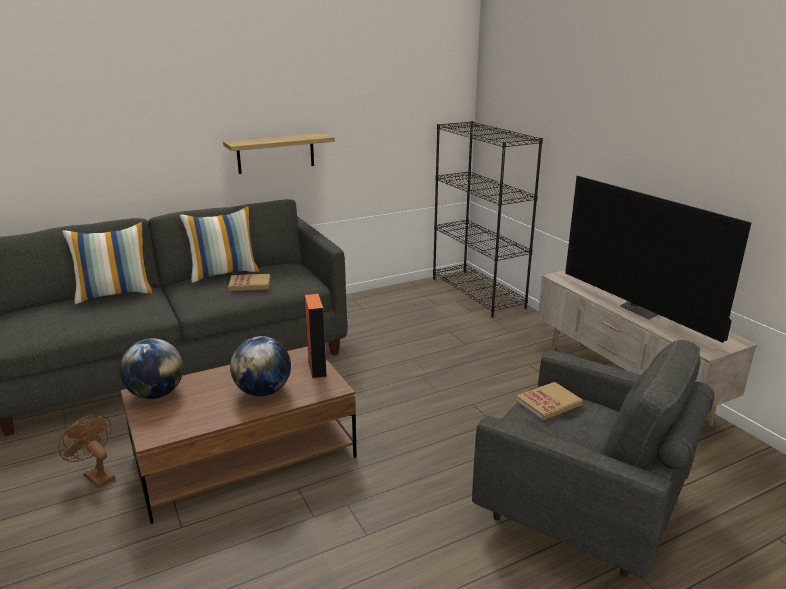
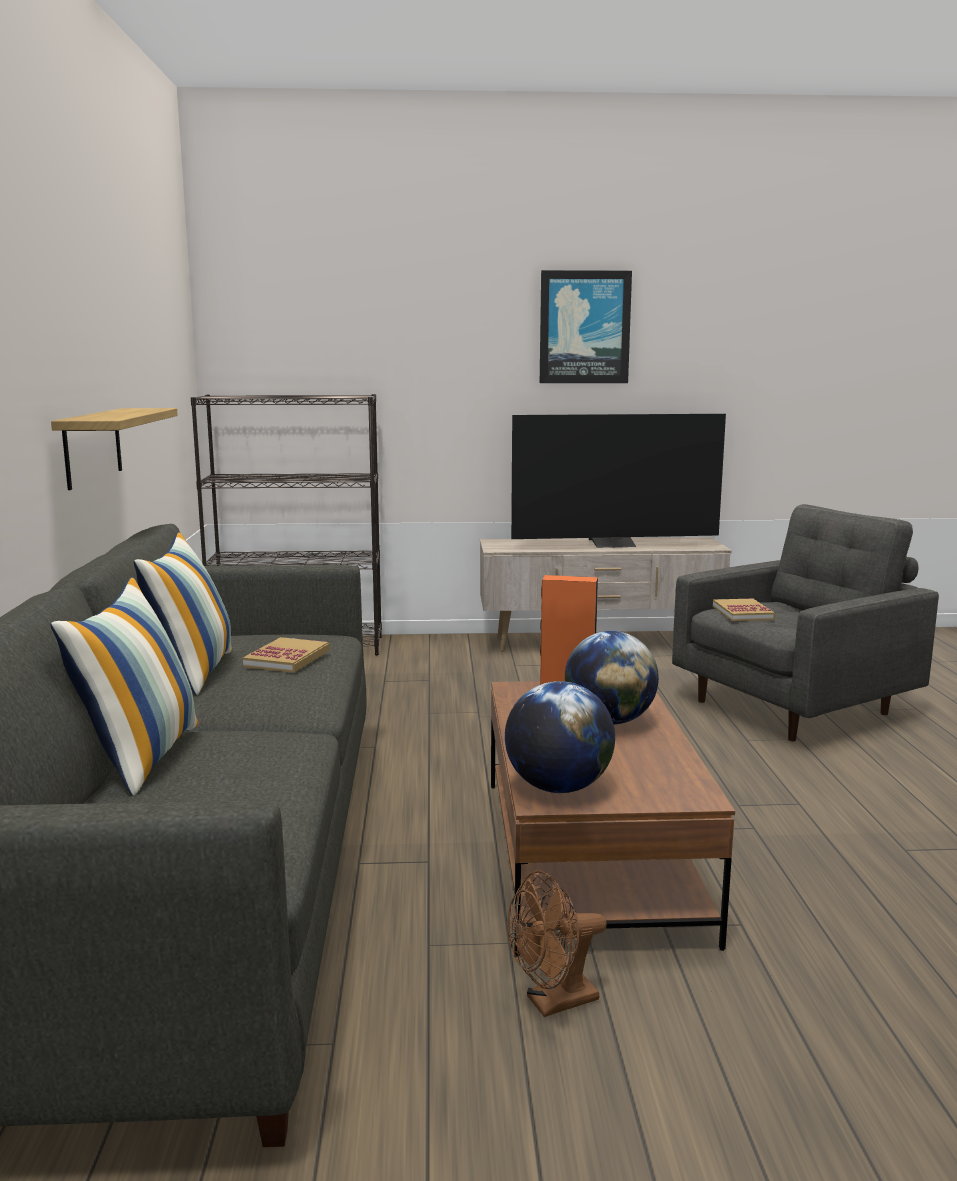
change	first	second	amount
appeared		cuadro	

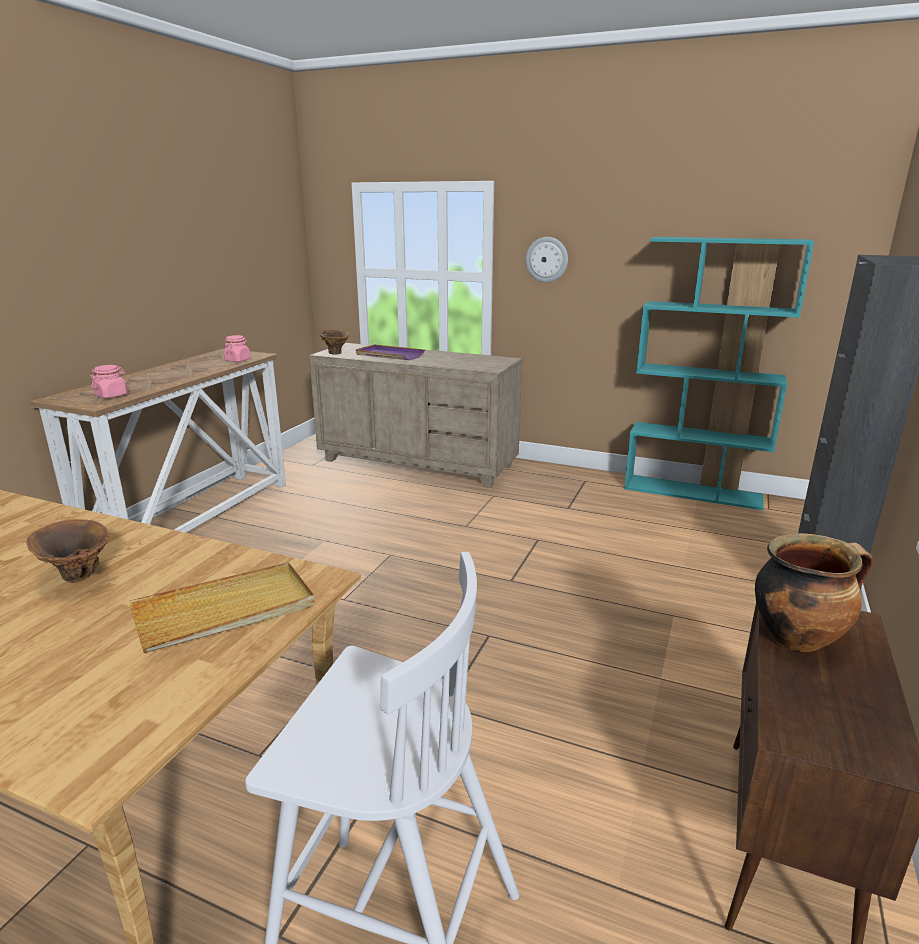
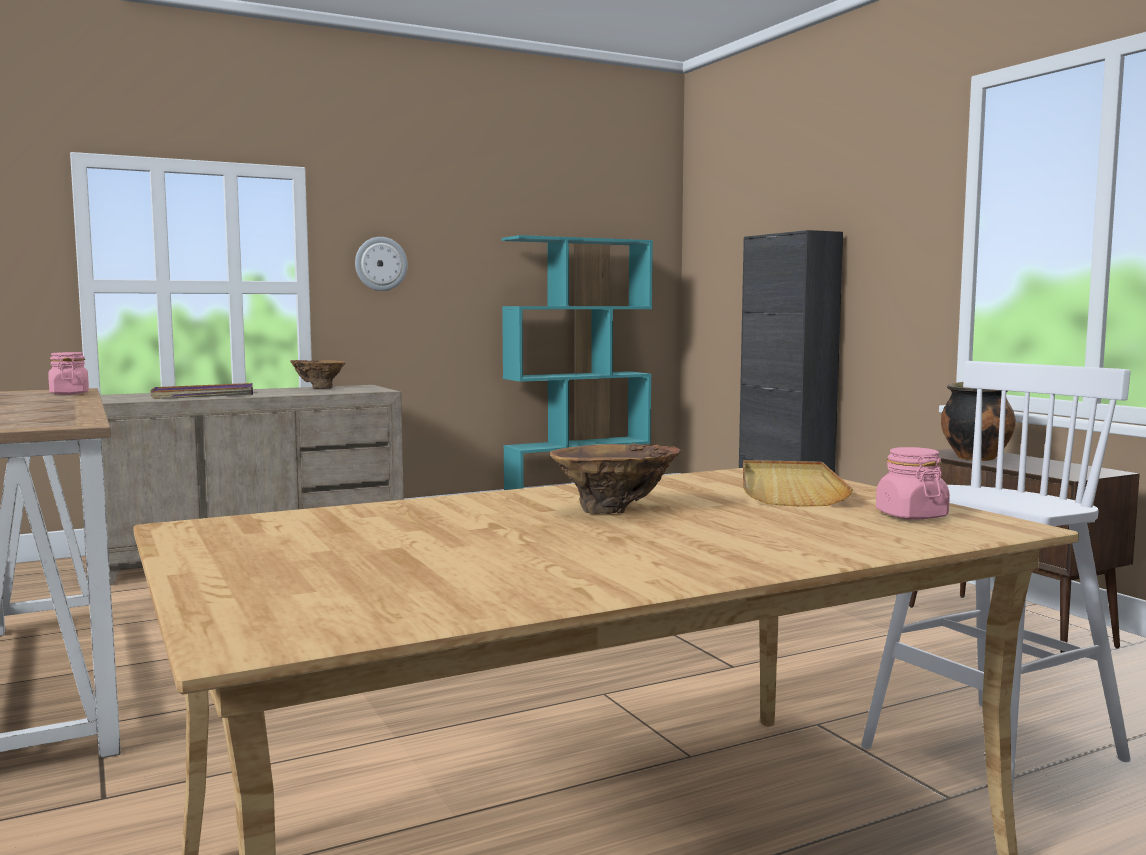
change	first	second	amount
relocated	tarro [rosa] (no. 1 from left in the first image)	tarro [rosa] (no. 2 from left)	
relocated	florero [marrón] (no. 2 from left in the first image)	florero [marrón] (no. 1 from left)	

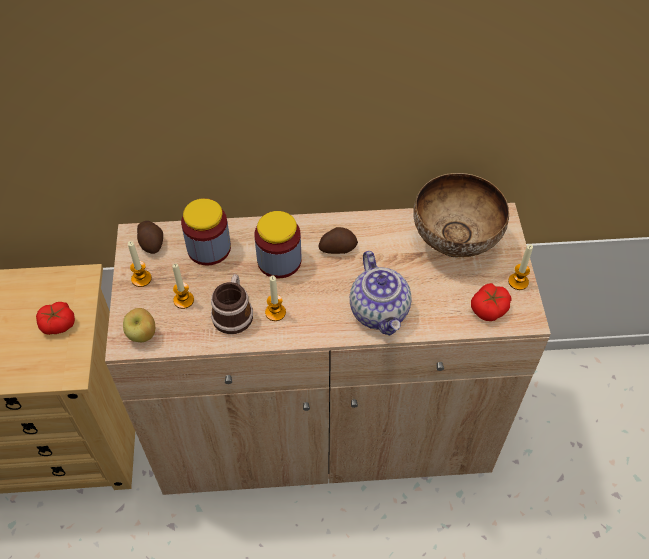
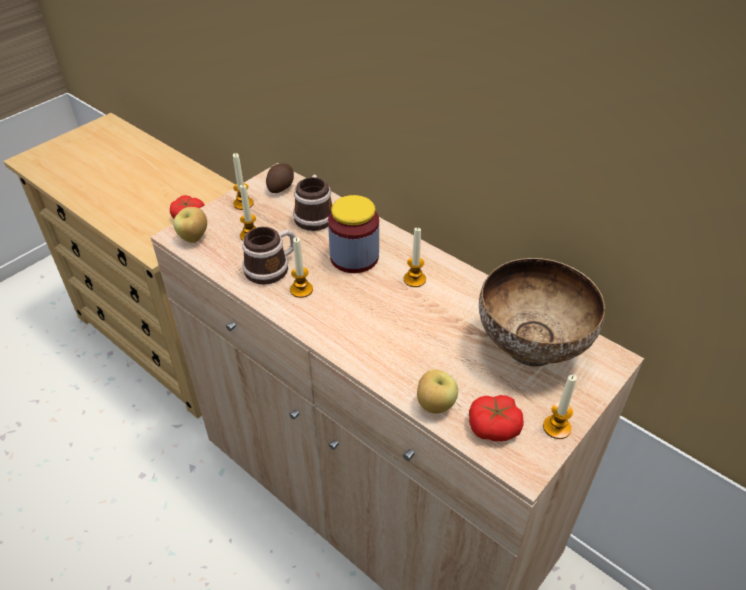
change	first	second	amount
exchanged	tarro (no. 1 from left)	taza grande (no. 2 from left)	
exchanged	patata (no. 2 from left)	vela (no. 4 from left)	
missing	tetera		
appeared		manzana (no. 2 from left)	

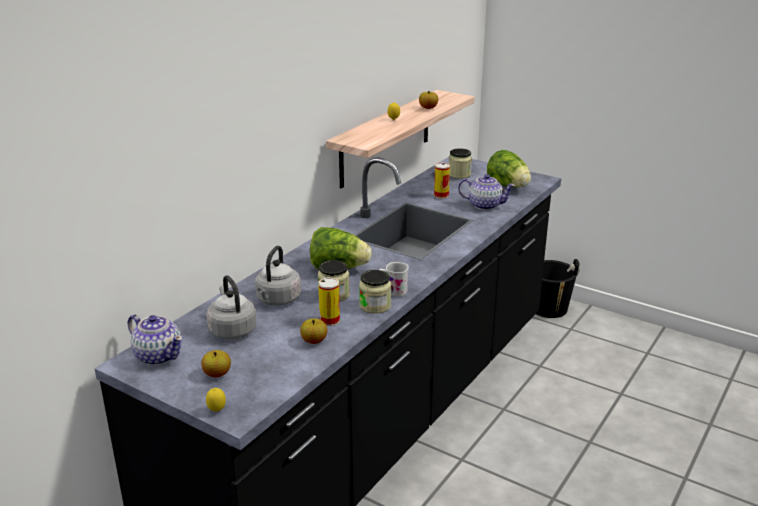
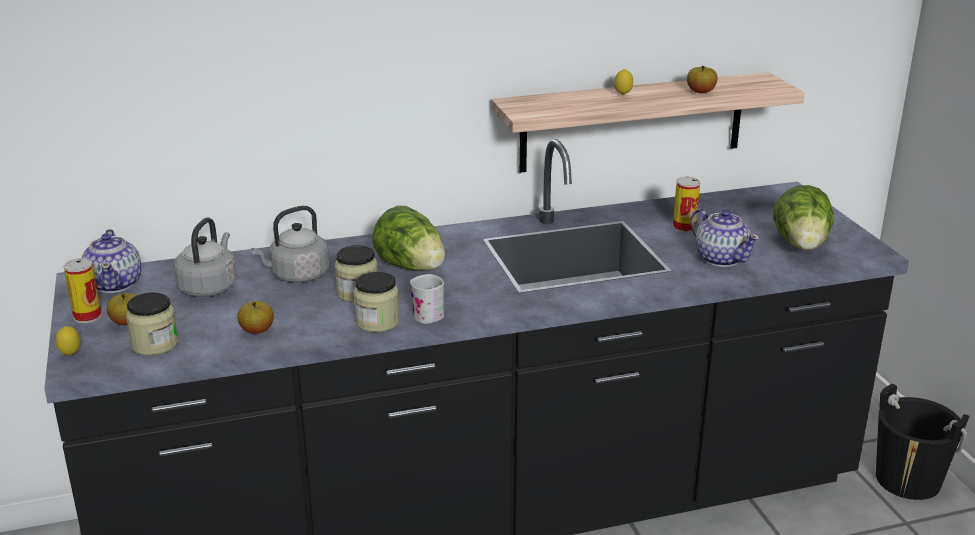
change	first	second	amount
relocated	lata (no. 1 from left)		
relocated	tarro (no. 3 from left in the first image)	tarro (no. 1 from left)	

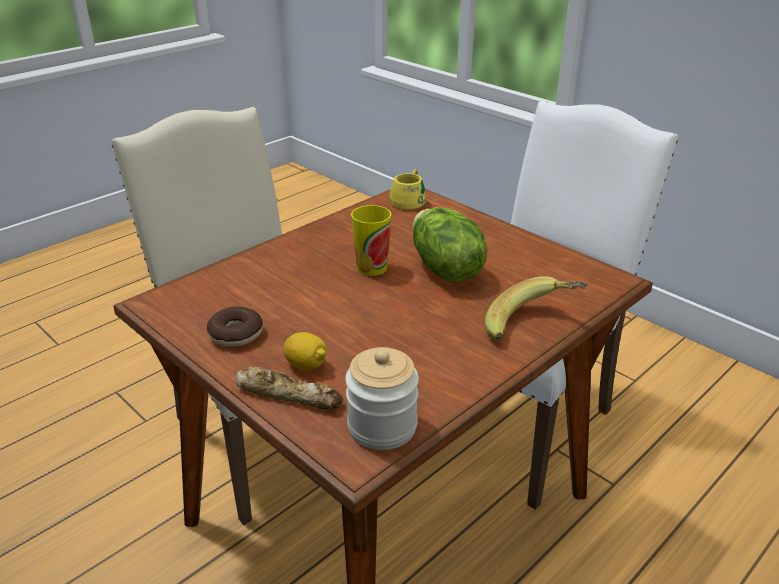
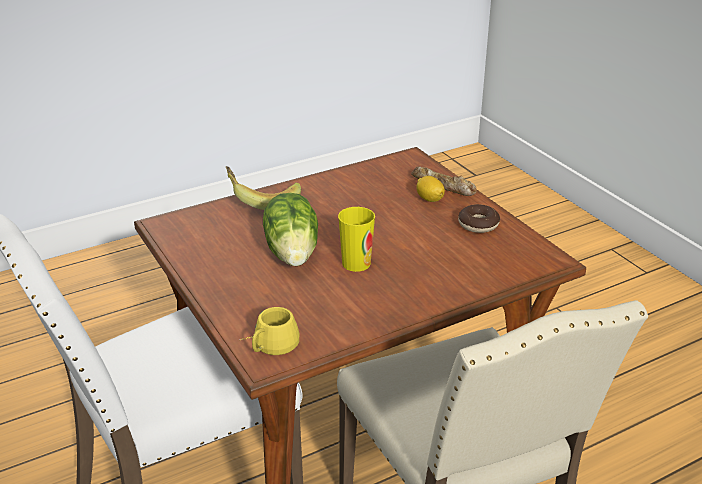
change	first	second	amount
missing	tarro		

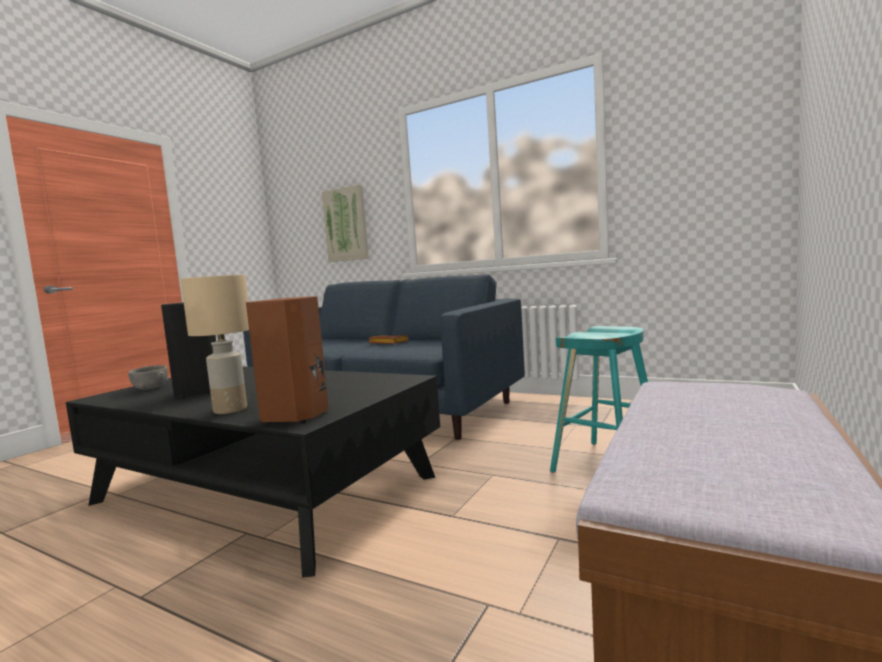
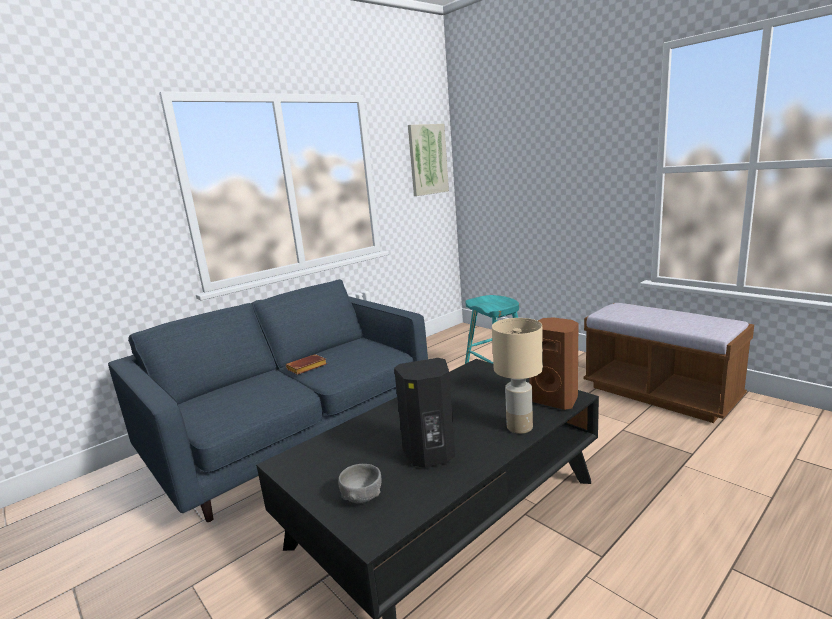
change	first	second	amount
relocated	cuadro		

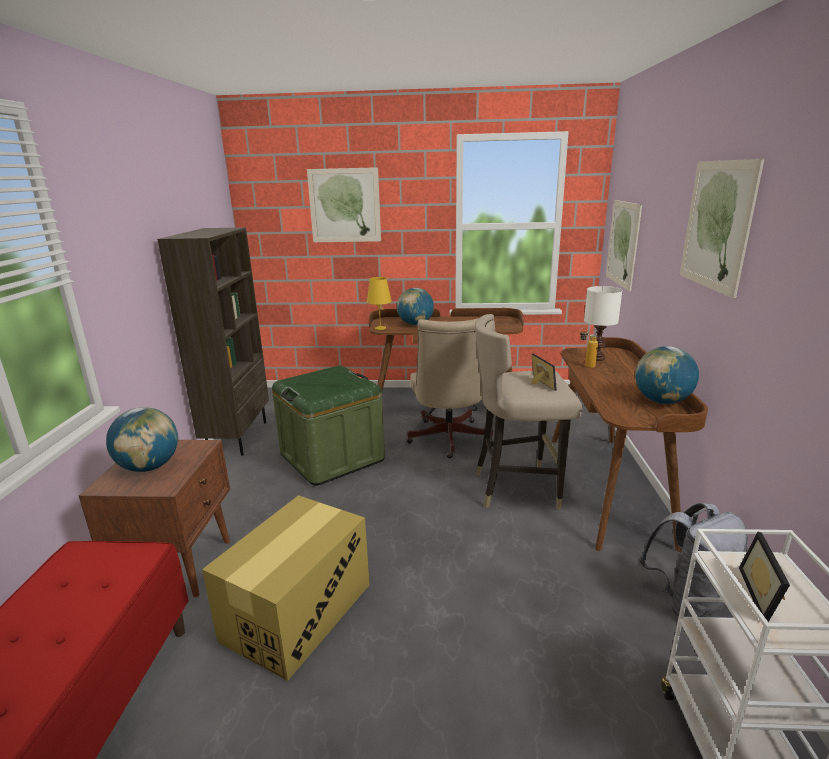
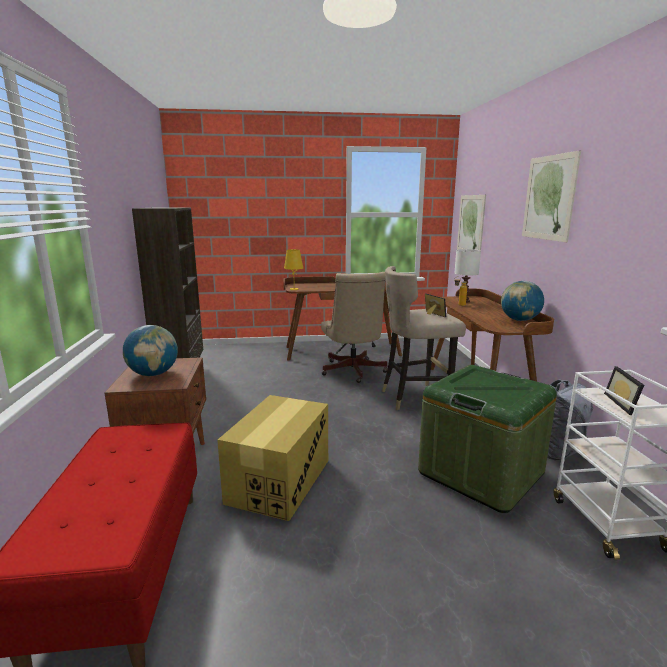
change	first	second	amount
relocated	caja de almacenaje [verde]		
missing	cuadro (no. 1 from left)		
missing	globo terráqueo (no. 2 from left)		

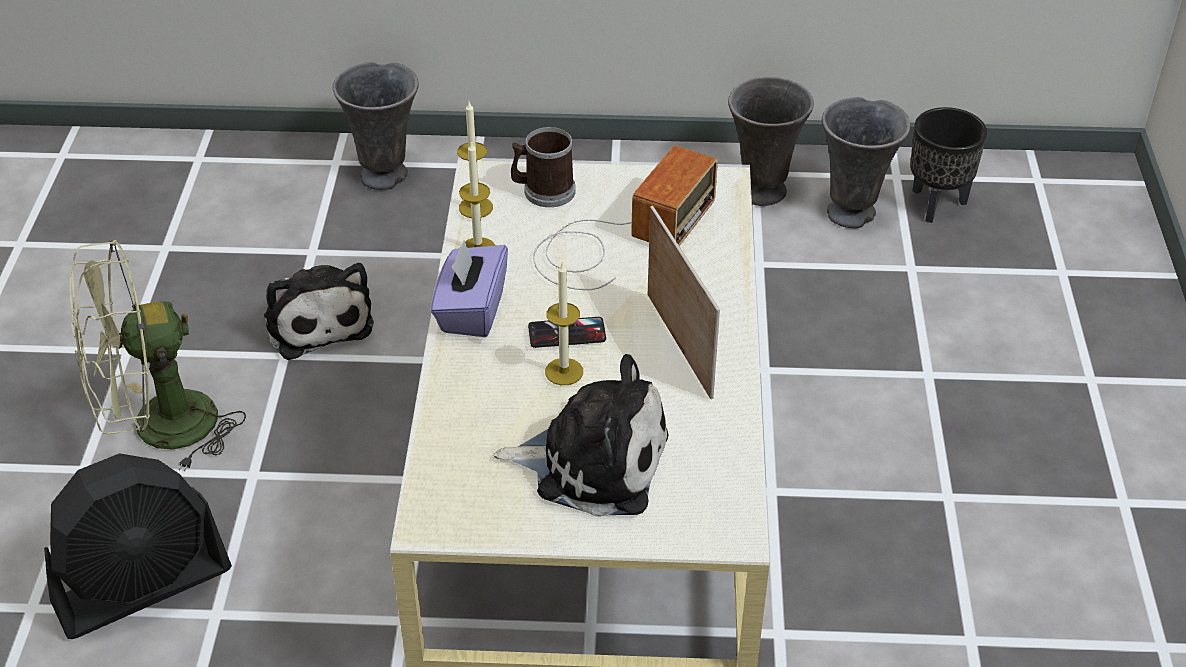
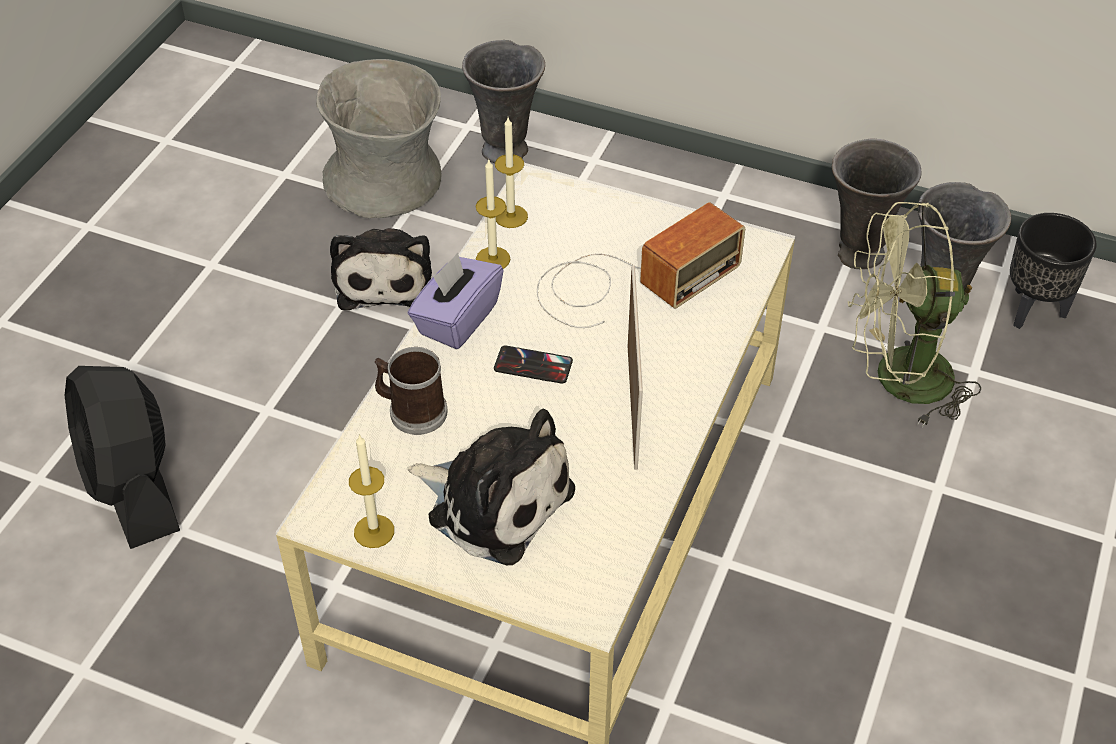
change	first	second	amount
spun	ventilador [negro]		75 degrees clockwise
relocated	ventilador [verde]		
relocated	taza grande		
relocated	vela (no. 3 from left in the first image)	vela (no. 1 from left)	
appeared		florero [gris] (no. 1 from left)	

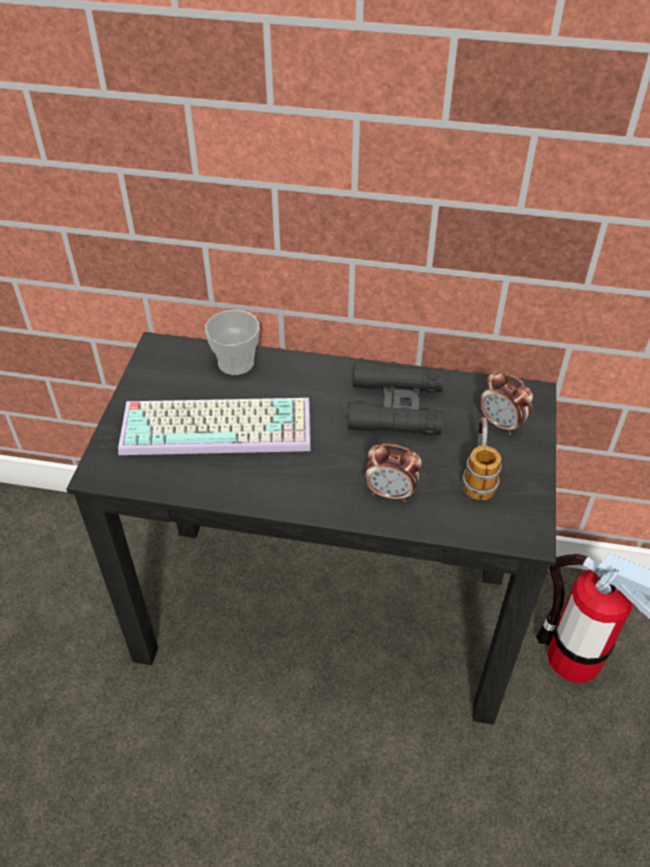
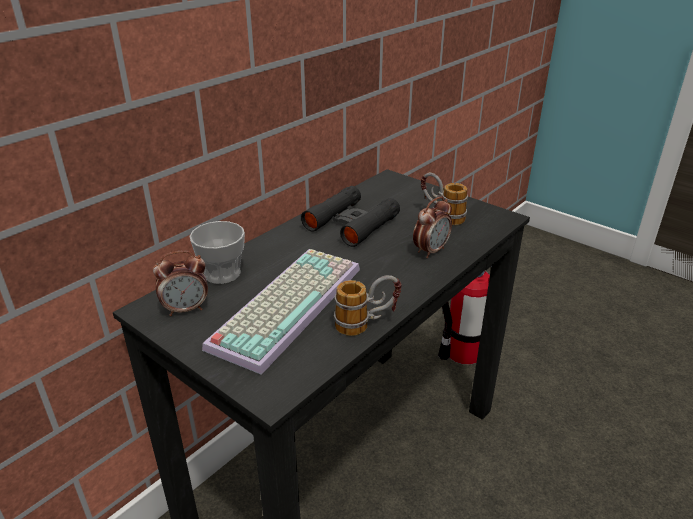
change	first	second	amount
relocated	despertador (no. 2 from left in the first image)	despertador (no. 1 from left)	
appeared		taza grande (no. 1 from left)	

